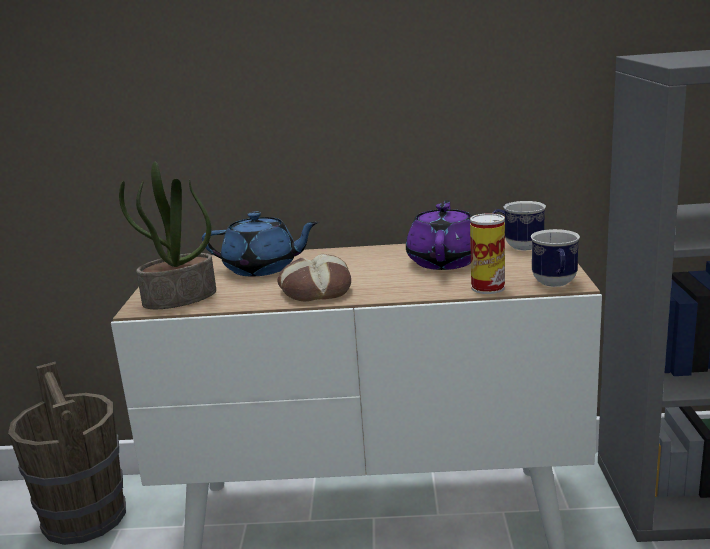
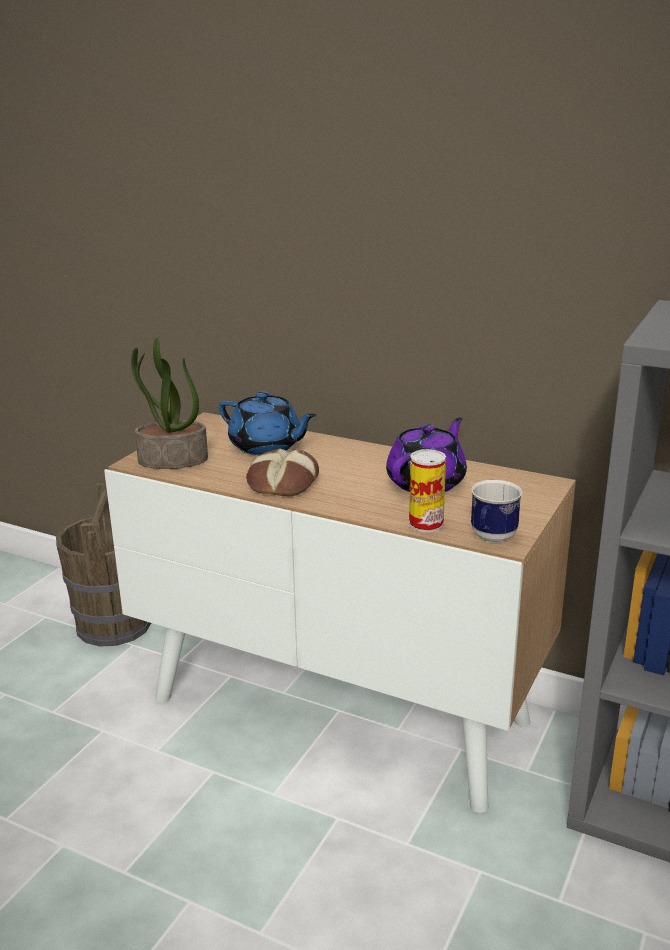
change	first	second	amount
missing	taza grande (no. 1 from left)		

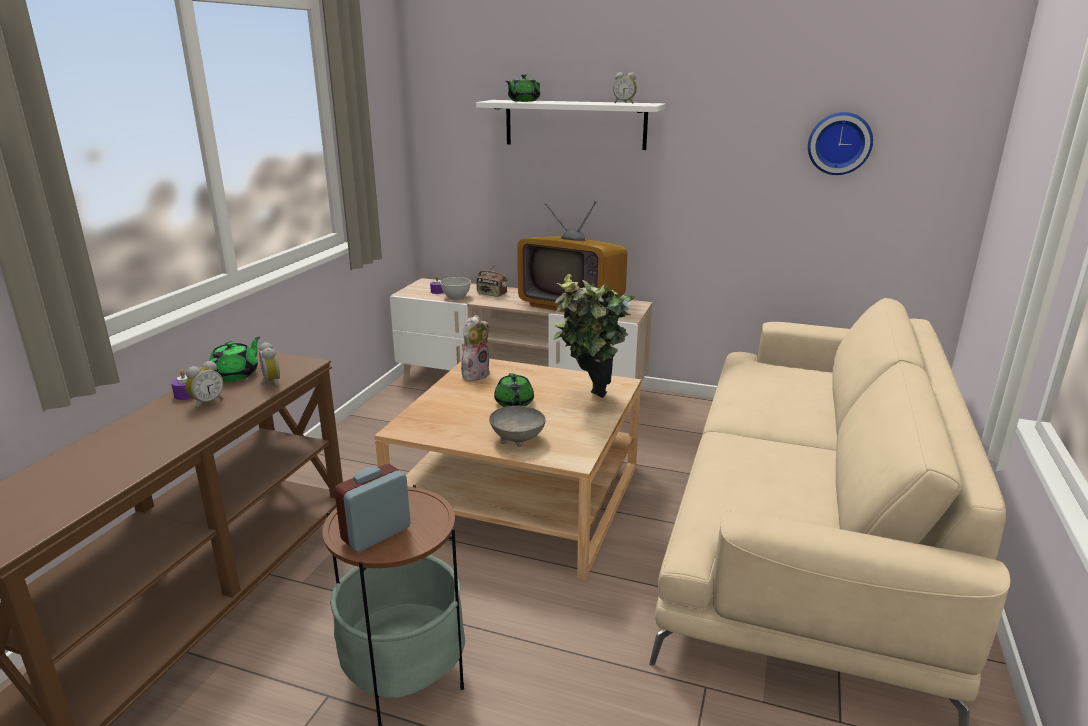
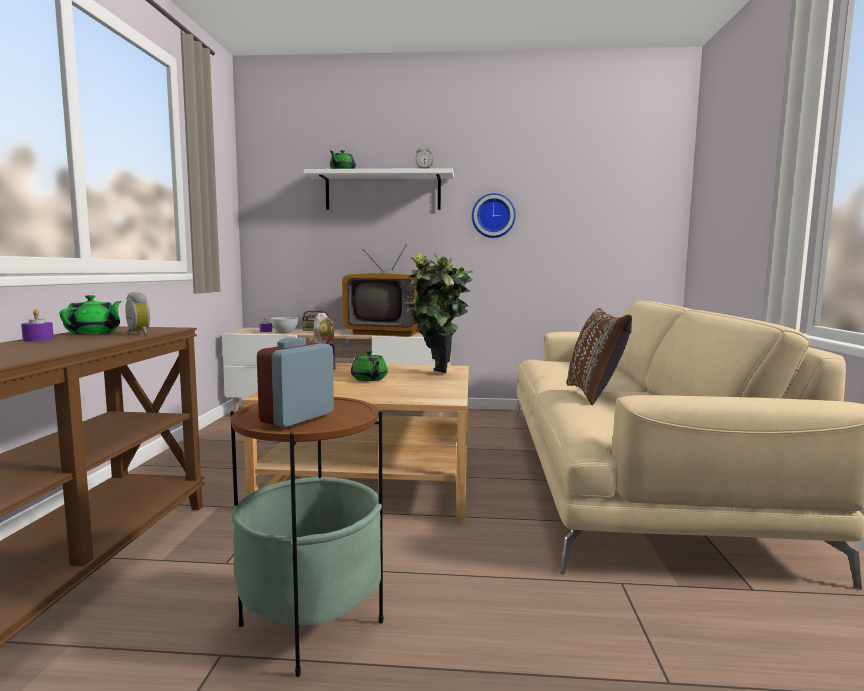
change	first	second	amount
missing	despertador (no. 1 from left)		
missing	cuenco [gris] (no. 2 from left)		
relocated	reloj de pared		
appeared		cojín [marrón]	

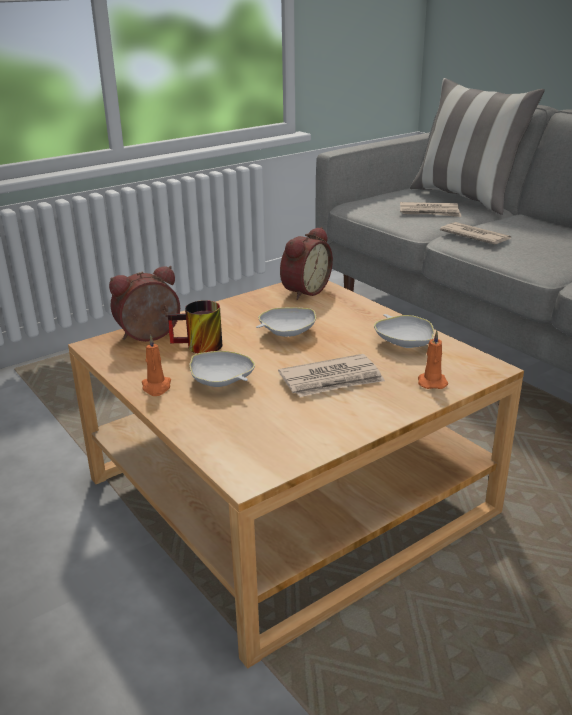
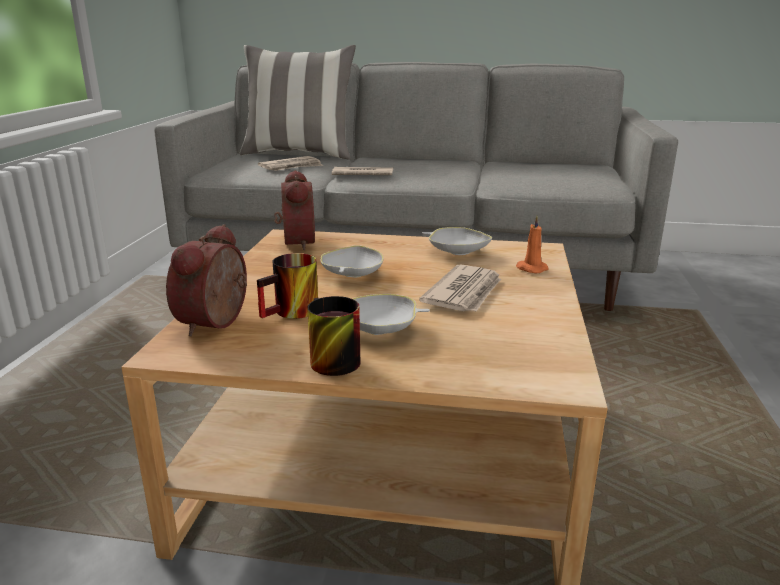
change	first	second	amount
exchanged	vela [naranja] (no. 1 from left)	taza grande (no. 2 from left)	

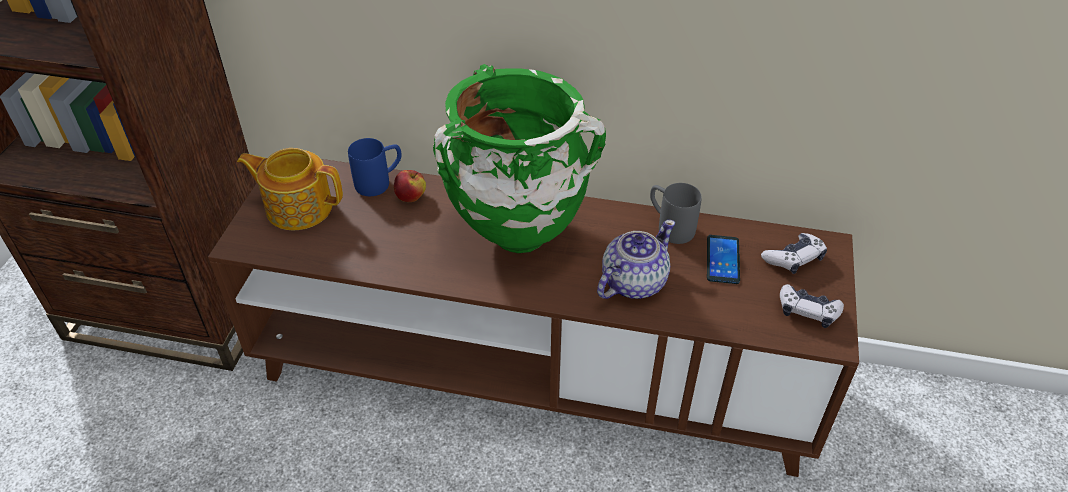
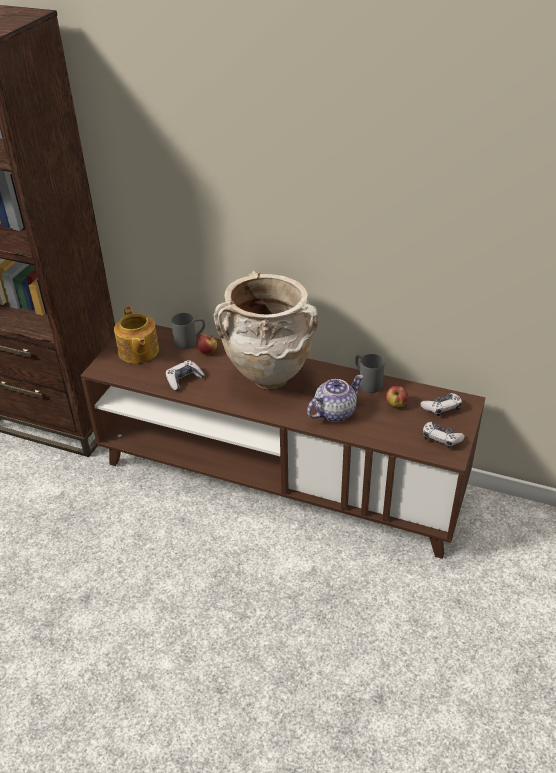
change	first	second	amount
spun	tetera (no. 1 from left)		135 degrees counterclockwise
colour	taza grande [azul]	taza grande [gris] (no. 1 from left)	
colour	florero [verde]	florero [beis]	
exchanged	móvil	manzana (no. 2 from left)	
appeared		mando de consola (no. 1 from left)	

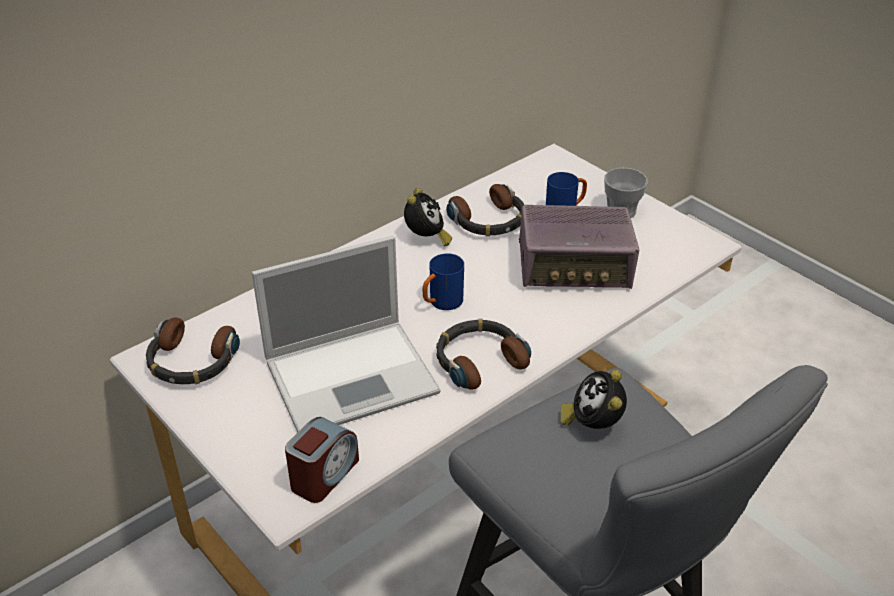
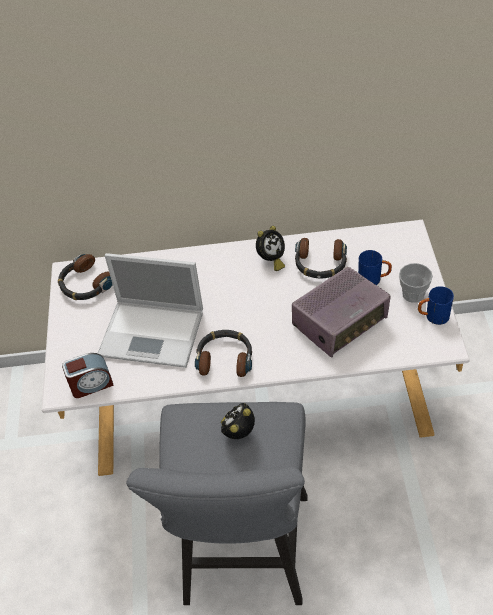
change	first	second	amount
relocated	taza grande [azul] (no. 1 from left in the first image)	taza grande [azul] (no. 2 from left)	
spun	radio		75 degrees counterclockwise

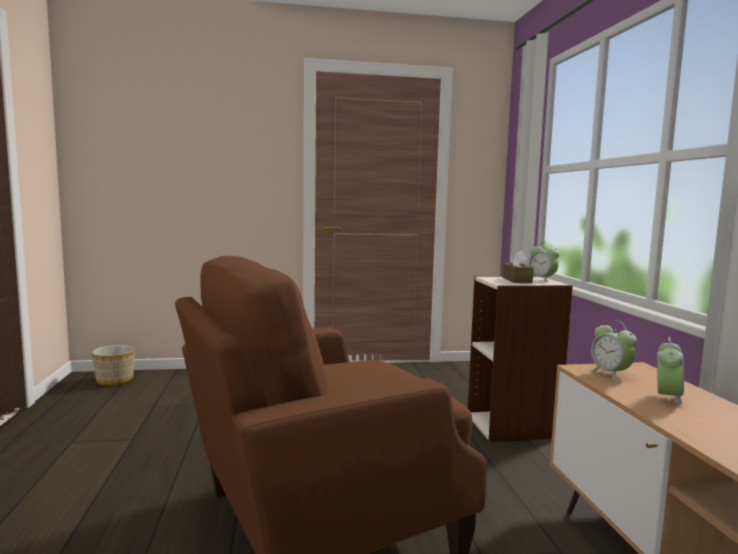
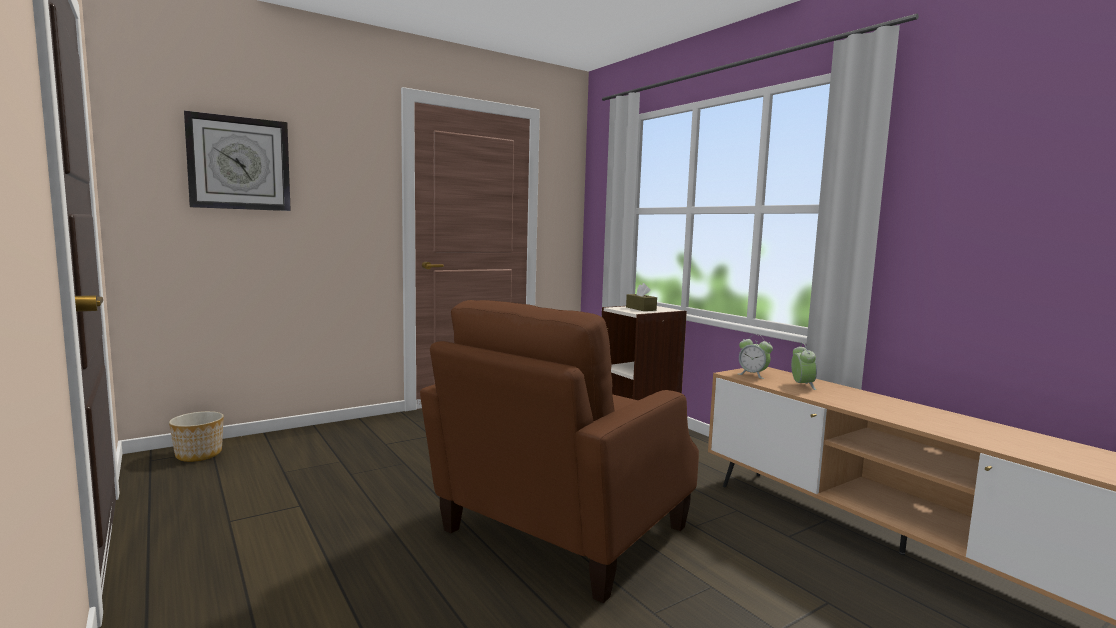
change	first	second	amount
missing	despertador (no. 1 from left)		
appeared		reloj de pared	

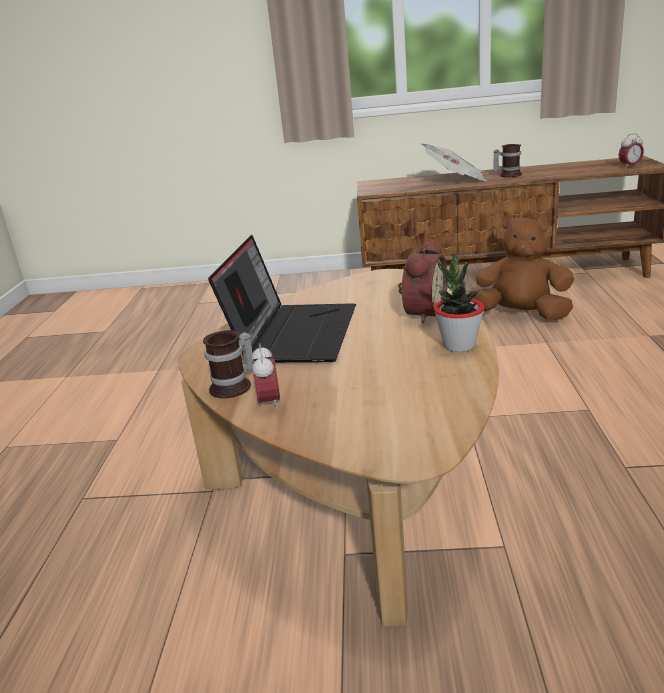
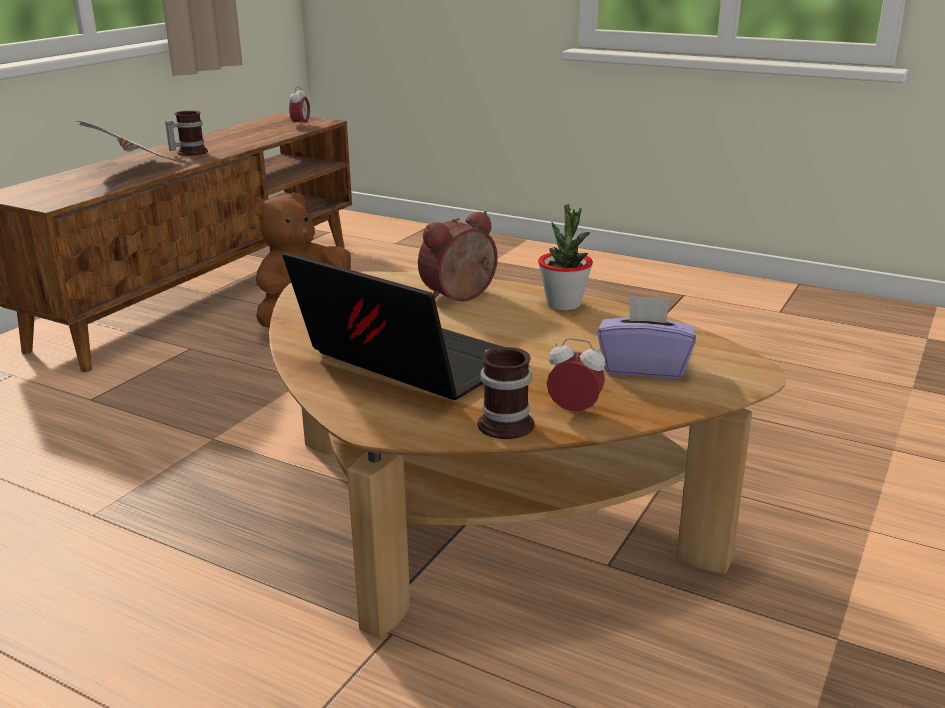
change	first	second	amount
spun	despertador (no. 2 from left)		90 degrees counterclockwise
appeared		caja de pañuelos [morado]	

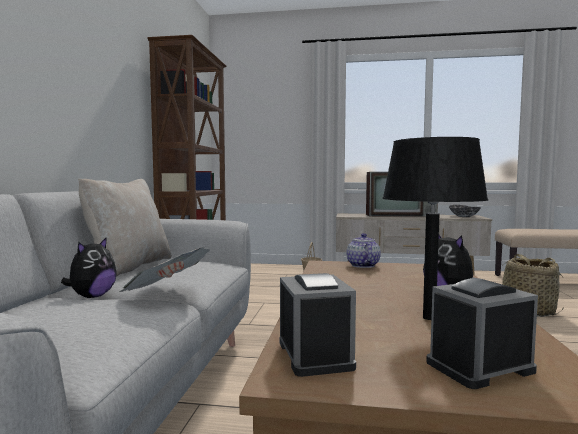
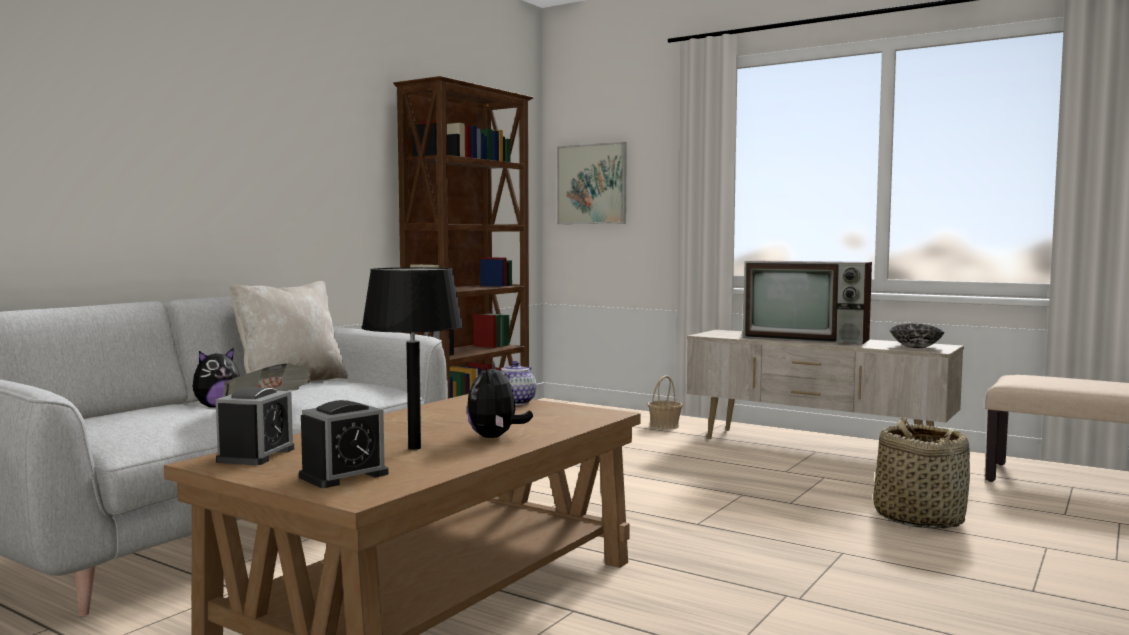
change	first	second	amount
spun	despertador (no. 2 from left)		135 degrees clockwise
appeared		cuadro	

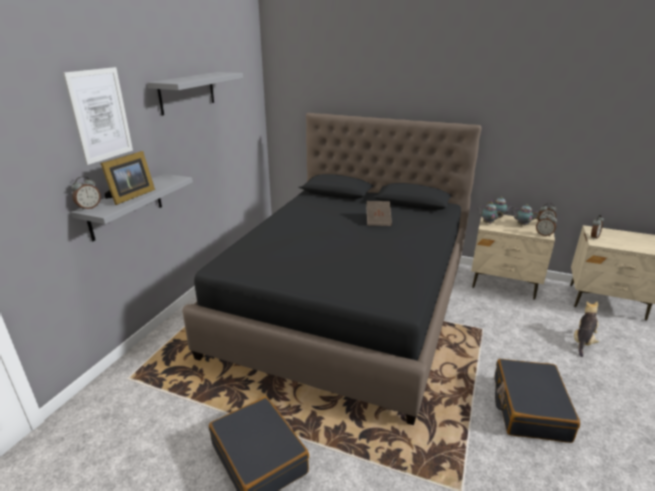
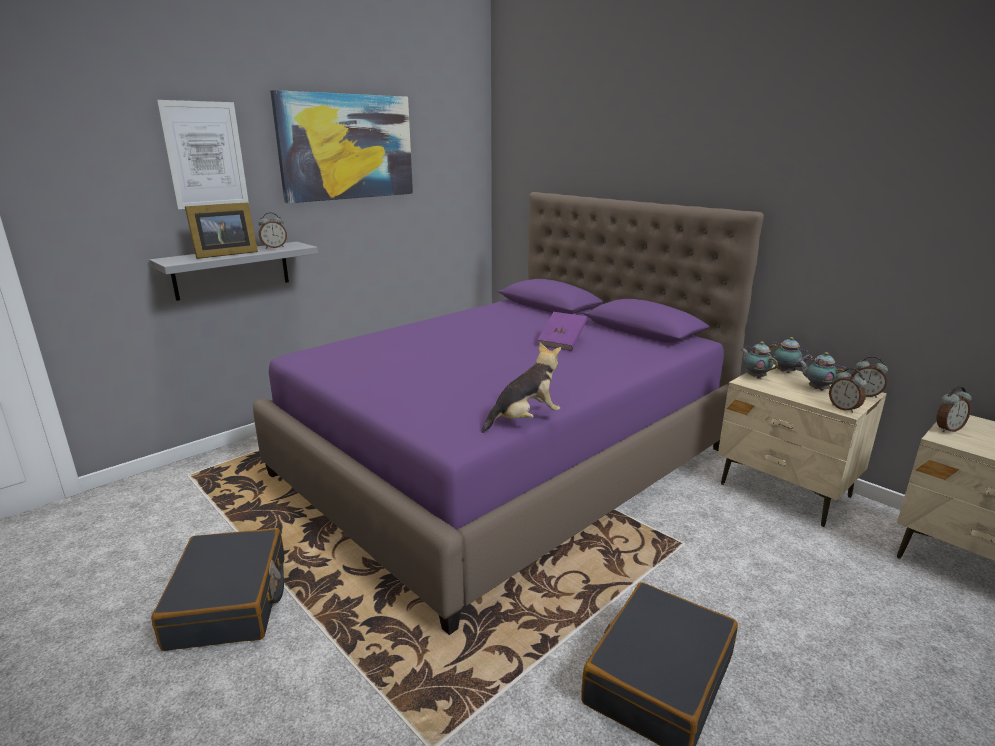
change	first	second	amount
relocated	despertador (no. 1 from left)		
exchanged	estante [gris] (no. 2 from left)	cuadro (no. 2 from left)	
colour	cama [negro]	cama [morado]	
colour	libro [marrón]	libro [morado]	
relocated	peluche		

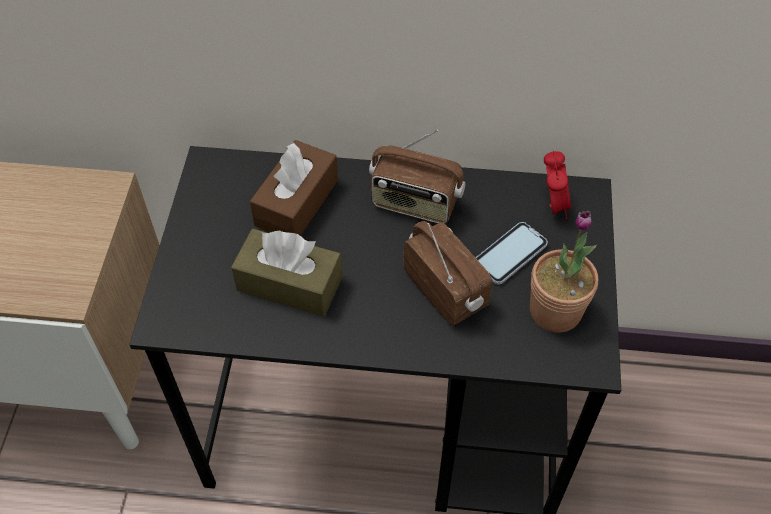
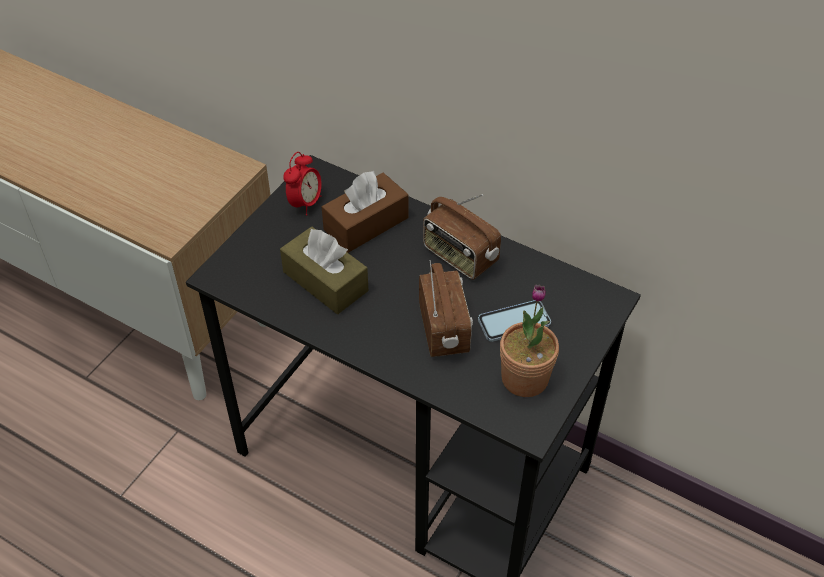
change	first	second	amount
relocated	despertador		

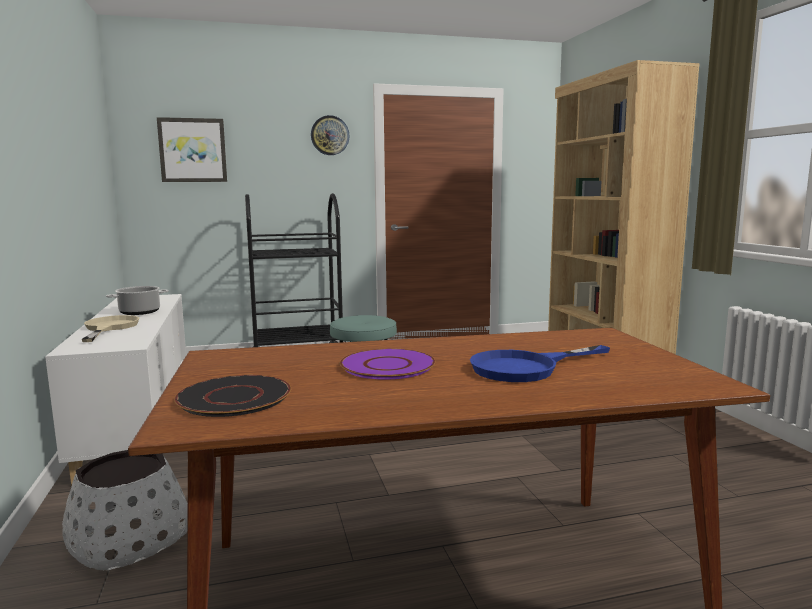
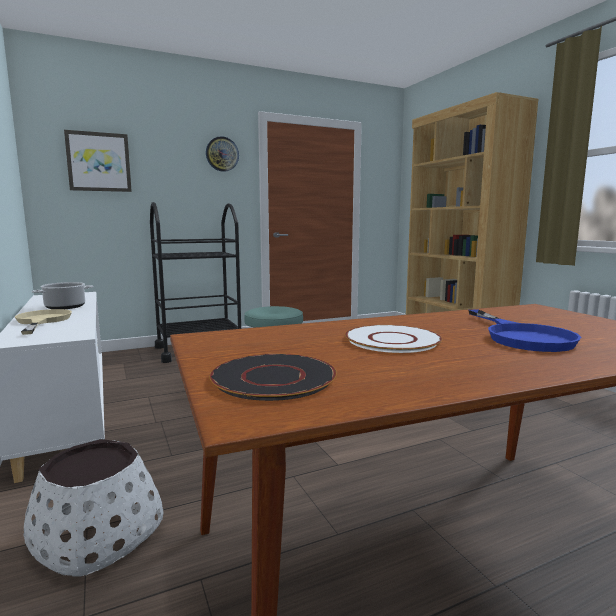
change	first	second	amount
colour	plato [morado]	plato [blanco]	
spun	sartén [azul]		60 degrees counterclockwise

